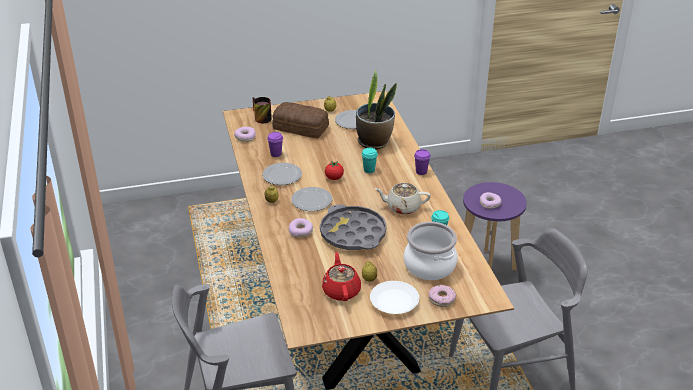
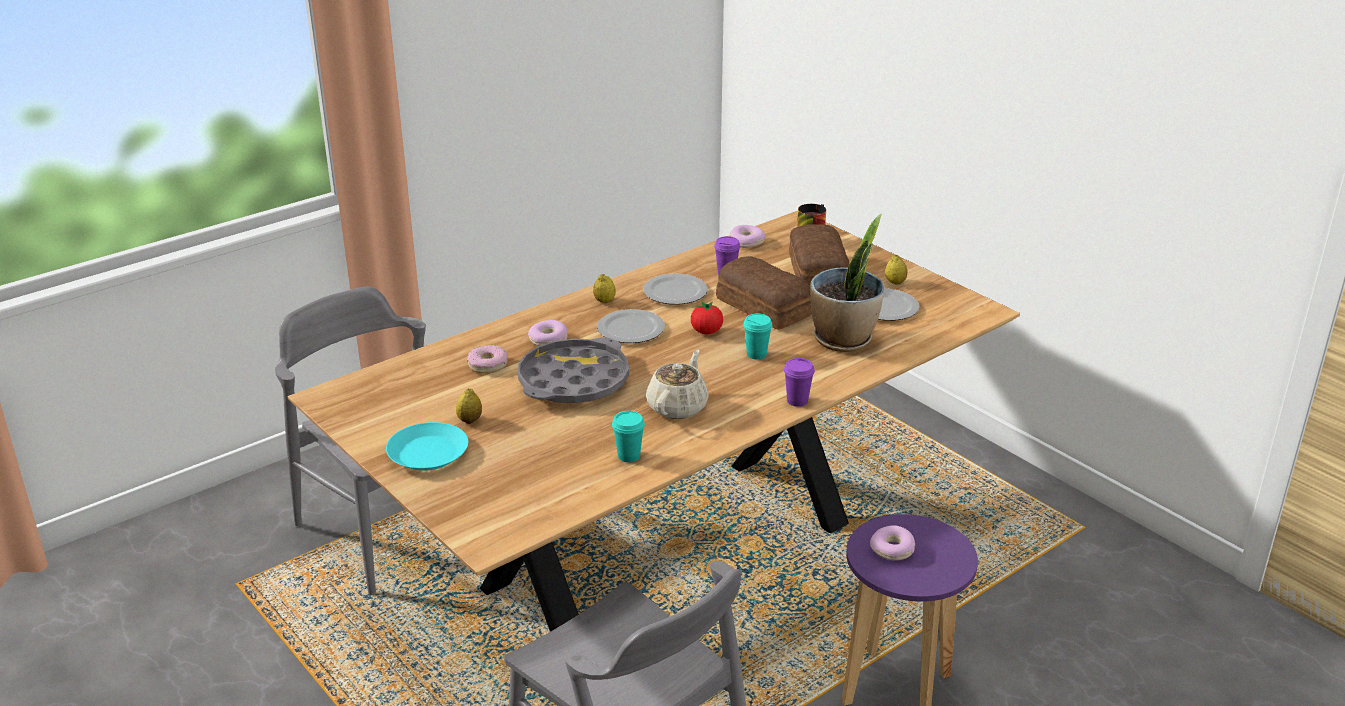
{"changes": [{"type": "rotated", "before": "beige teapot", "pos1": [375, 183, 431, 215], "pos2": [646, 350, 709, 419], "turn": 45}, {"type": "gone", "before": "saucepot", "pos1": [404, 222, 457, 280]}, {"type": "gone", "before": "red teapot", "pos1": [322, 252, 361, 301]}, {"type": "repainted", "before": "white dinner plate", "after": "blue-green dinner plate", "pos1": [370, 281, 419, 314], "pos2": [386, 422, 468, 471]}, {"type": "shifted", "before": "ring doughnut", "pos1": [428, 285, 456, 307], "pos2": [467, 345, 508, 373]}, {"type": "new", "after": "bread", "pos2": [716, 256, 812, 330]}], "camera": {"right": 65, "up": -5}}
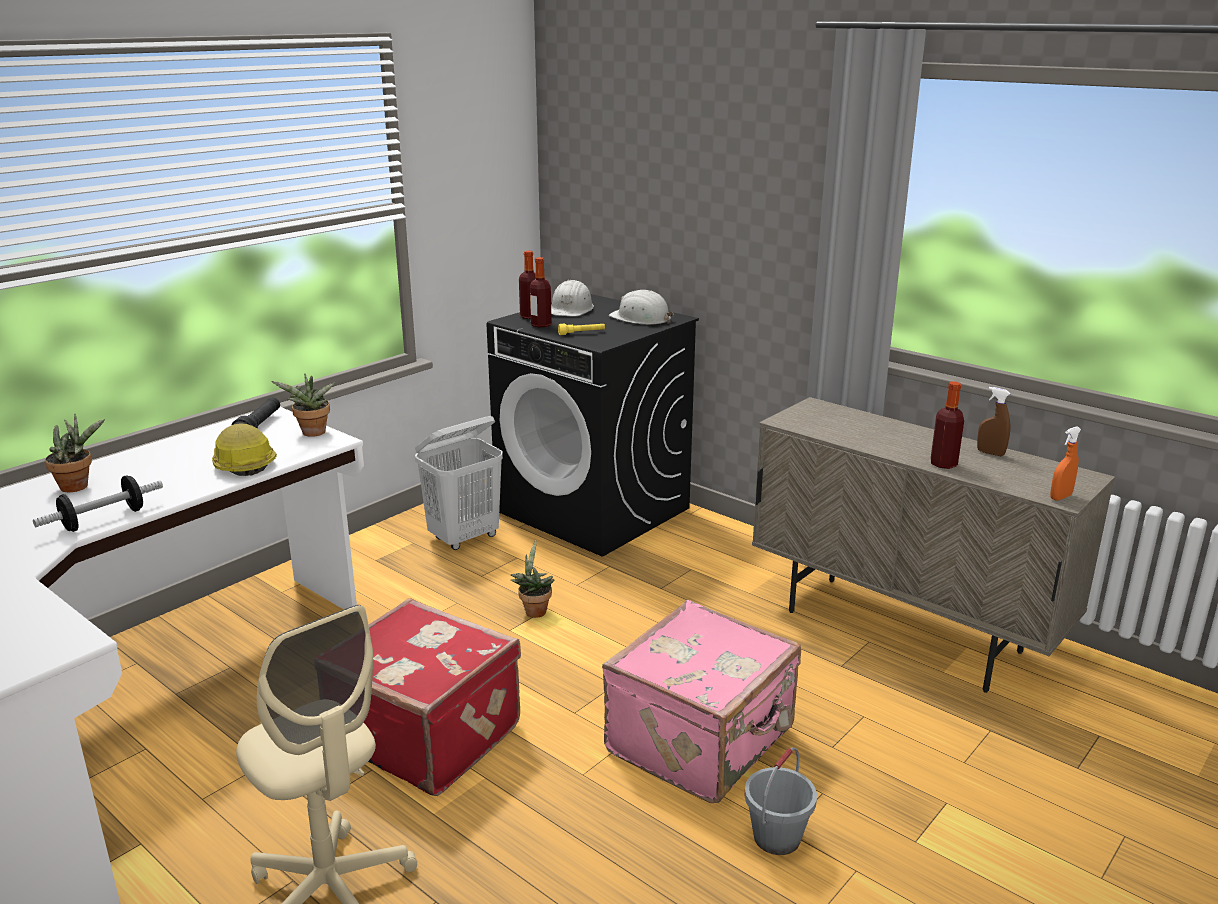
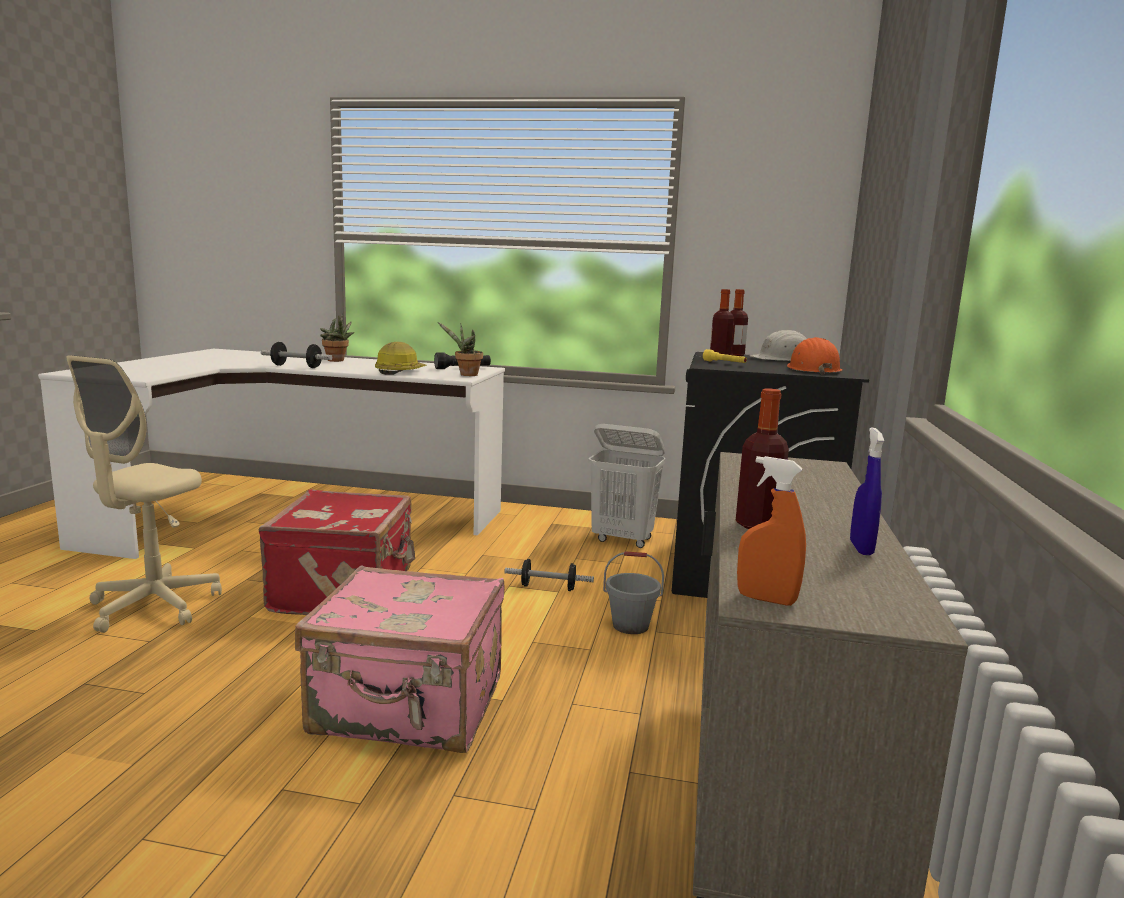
{"changes": [{"type": "repainted", "before": "white safety helmet", "after": "orange-coloured safety helmet", "pos1": [609, 290, 674, 325], "pos2": [787, 337, 842, 375]}, {"type": "repainted", "before": "brown-coloured spray bottle", "after": "blue spray bottle", "pos1": [977, 387, 1011, 456], "pos2": [850, 427, 884, 555]}, {"type": "swapped", "before": "houseplant", "after": "free weight", "pos1": [511, 540, 555, 618], "pos2": [504, 559, 594, 591]}, {"type": "shifted", "before": "greyish water bucket", "pos1": [744, 748, 817, 855], "pos2": [603, 551, 664, 634]}], "camera": {"right": 60, "up": -10}}
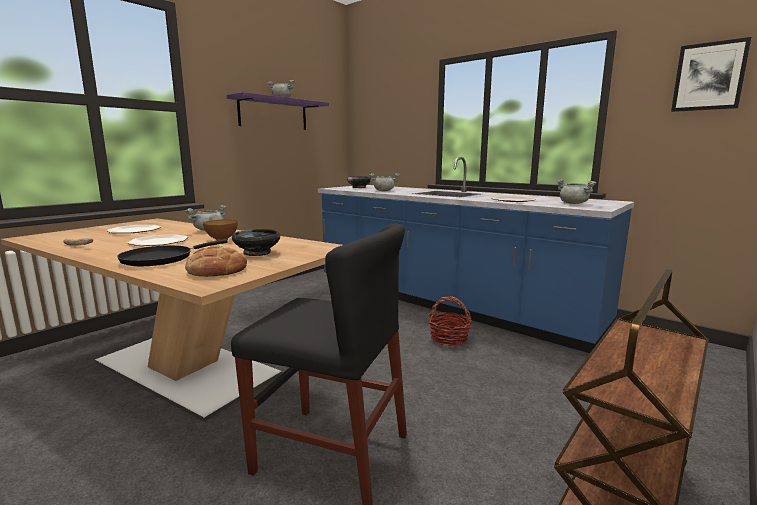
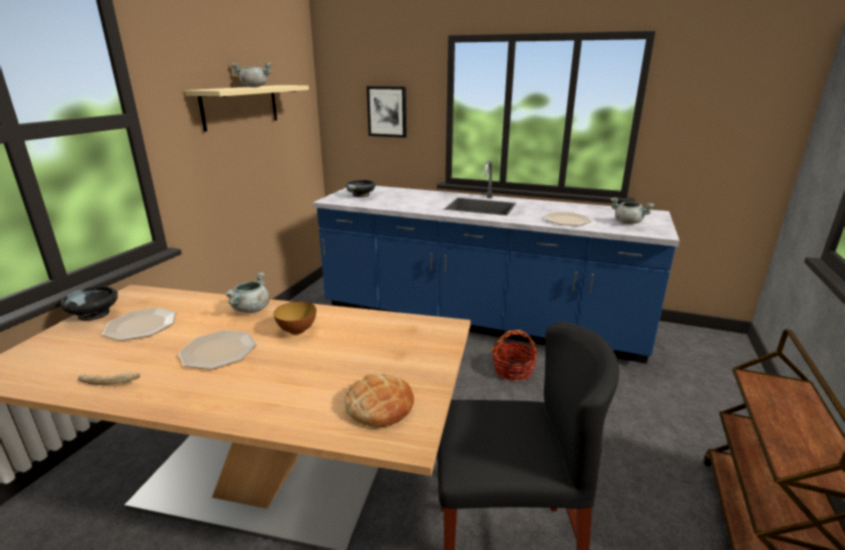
{"changes": [{"type": "shifted", "before": "picture", "pos1": [671, 37, 752, 112], "pos2": [367, 86, 406, 138]}, {"type": "repainted", "before": "purple bracket shelf", "after": "beige bracket shelf", "pos1": [227, 92, 329, 130], "pos2": [185, 85, 309, 132]}, {"type": "gone", "before": "greyish saucepot", "pos1": [369, 173, 400, 191]}, {"type": "shifted", "before": "black serving bowl", "pos1": [232, 229, 280, 256], "pos2": [60, 286, 118, 321]}, {"type": "gone", "before": "black frying pan", "pos1": [117, 240, 228, 266]}], "camera": {"right": -20, "up": 10}}
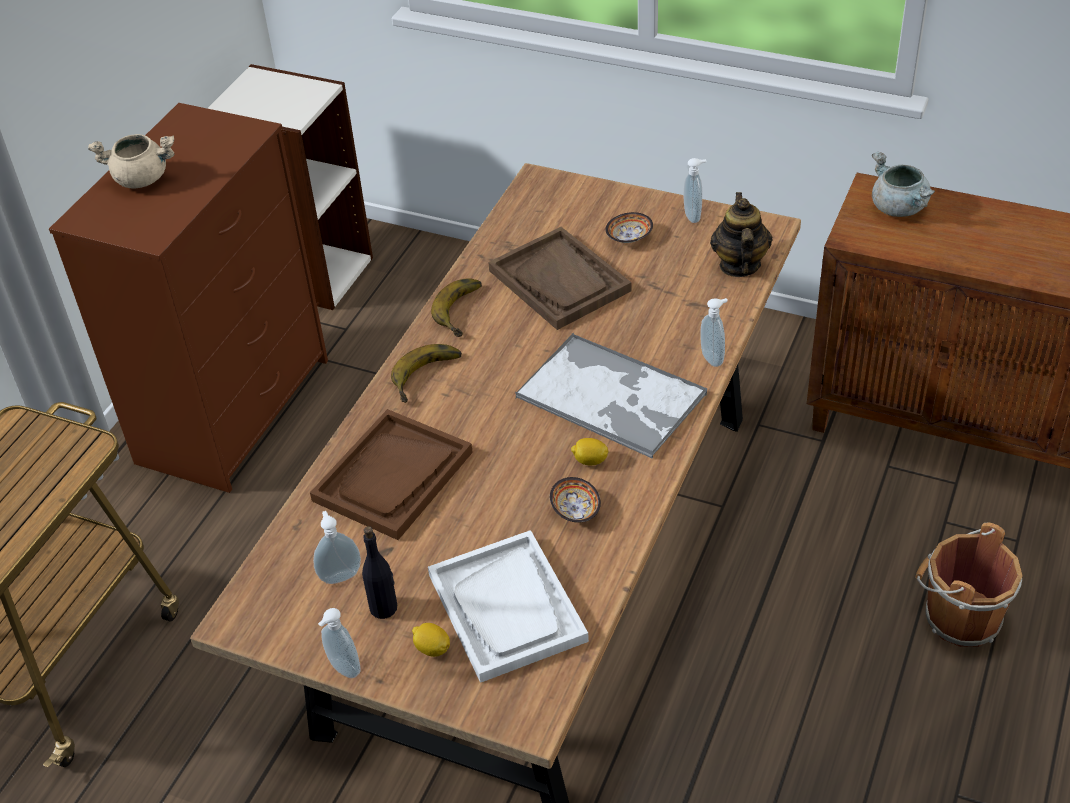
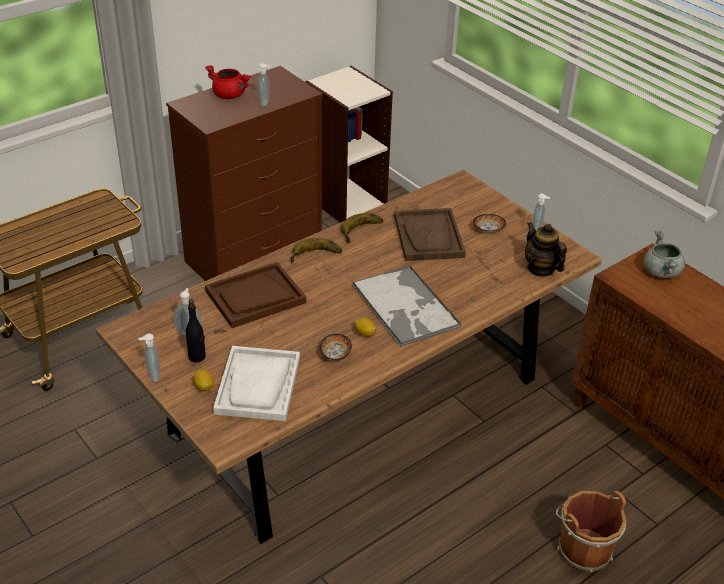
{"changes": [{"type": "repainted", "before": "beige saucepot", "after": "red saucepot", "pos1": [88, 134, 174, 189], "pos2": [205, 65, 251, 99]}, {"type": "rotated", "before": "teapot", "pos1": [710, 192, 773, 277], "pos2": [525, 222, 567, 277], "turn": -60}, {"type": "shifted", "before": "soap dispenser", "pos1": [700, 298, 728, 367], "pos2": [258, 63, 270, 107]}], "camera": {"right": 25, "up": -5}}
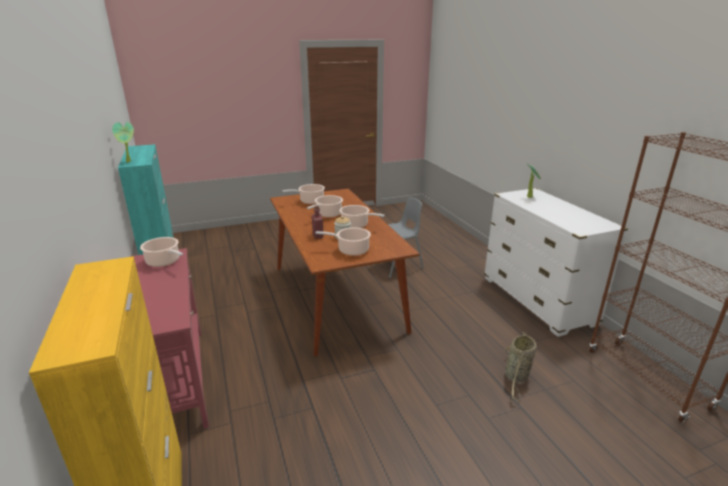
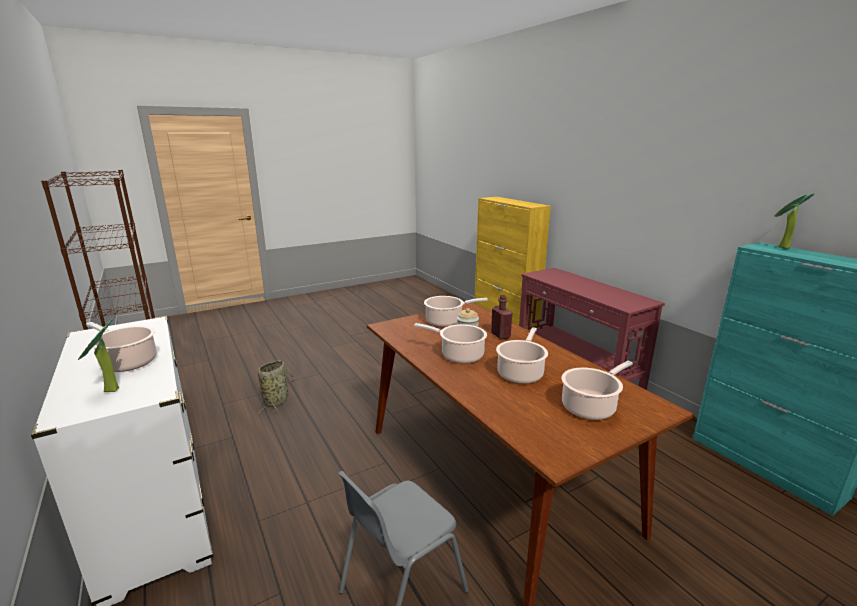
{"changes": [{"type": "shifted", "before": "saucepot", "pos1": [140, 237, 183, 267], "pos2": [86, 322, 157, 372]}], "camera": {"right": 170, "up": -5}}
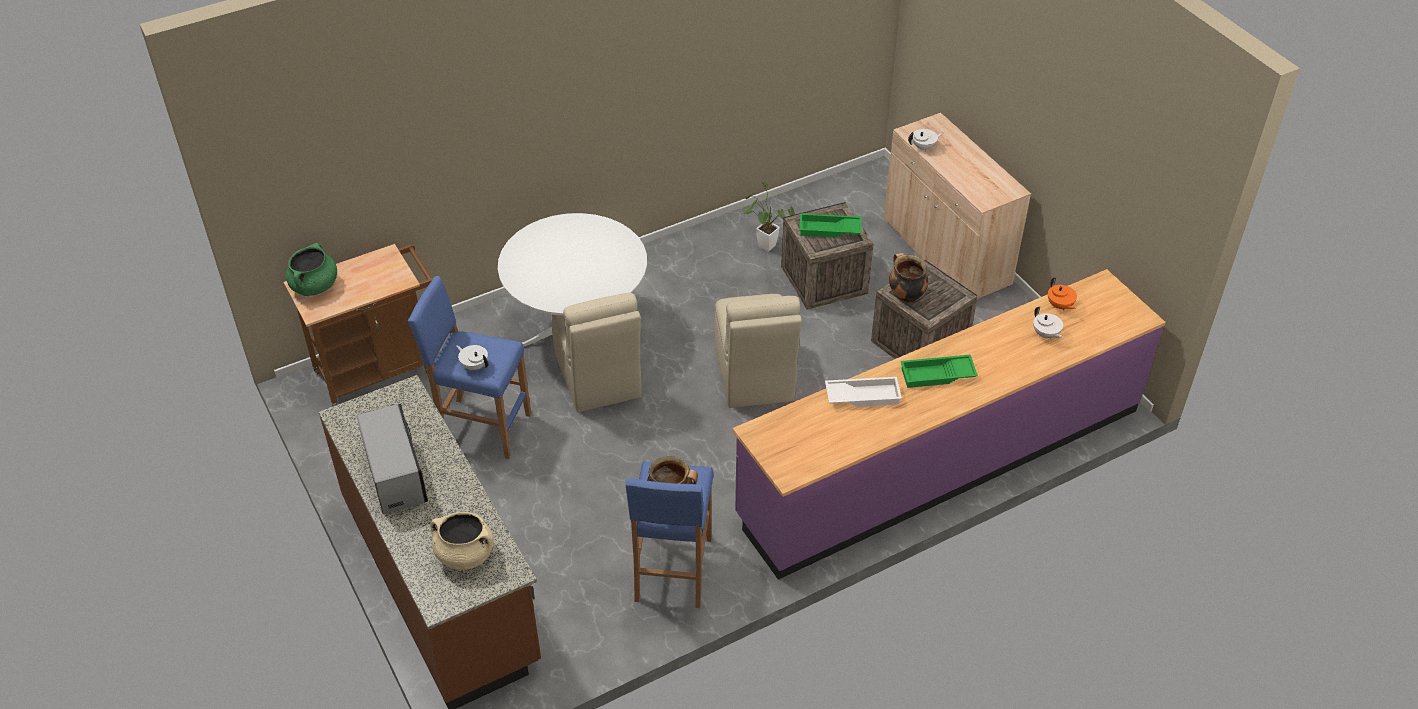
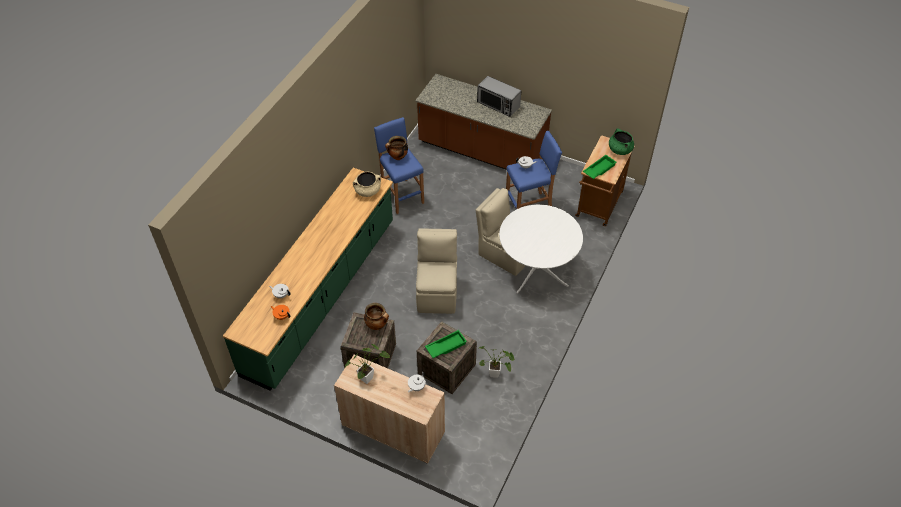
{"changes": [{"type": "repainted", "before": "purple counter", "after": "greenish counter", "pos1": [733, 269, 1166, 580], "pos2": [223, 168, 393, 391]}, {"type": "rotated", "before": "beige upright chair", "pos1": [714, 294, 802, 408], "pos2": [416, 228, 457, 314], "turn": 45}, {"type": "shifted", "before": "greenish serving tray", "pos1": [901, 355, 978, 388], "pos2": [583, 155, 616, 179]}, {"type": "gone", "before": "white serving tray", "pos1": [825, 377, 902, 407]}, {"type": "shifted", "before": "beige saucepot", "pos1": [431, 512, 494, 570], "pos2": [353, 171, 381, 197]}, {"type": "new", "after": "houseplant", "pos2": [345, 344, 390, 384]}], "camera": {"right": 145, "up": 5}}
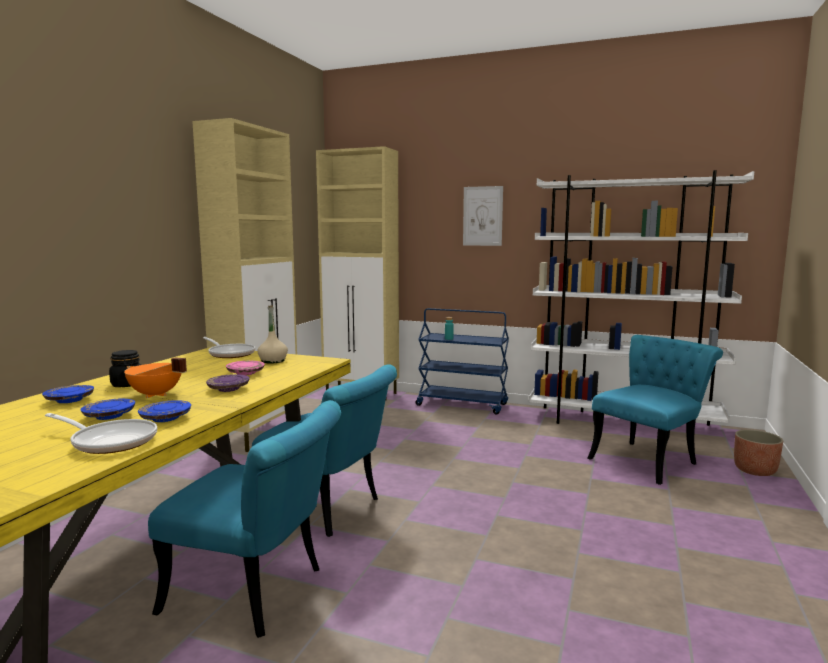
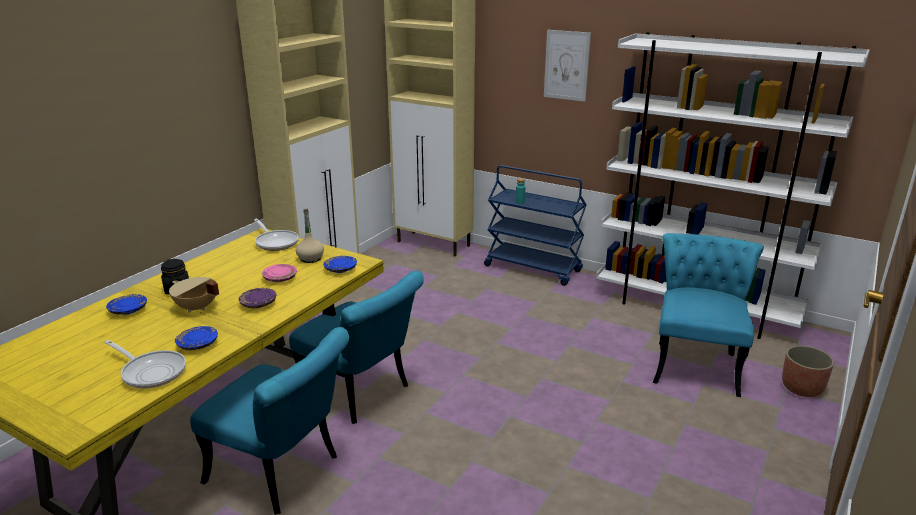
{"changes": [{"type": "rotated", "before": "blue-green upright chair", "pos1": [588, 335, 723, 485], "pos2": [653, 233, 764, 397], "turn": -45}, {"type": "repainted", "before": "orange-coloured saucepot", "after": "beige saucepot", "pos1": [124, 357, 187, 398], "pos2": [169, 277, 219, 313]}, {"type": "shifted", "before": "blue dinner plate", "pos1": [80, 399, 135, 420], "pos2": [323, 256, 357, 273]}], "camera": {"right": 10, "up": 15}}
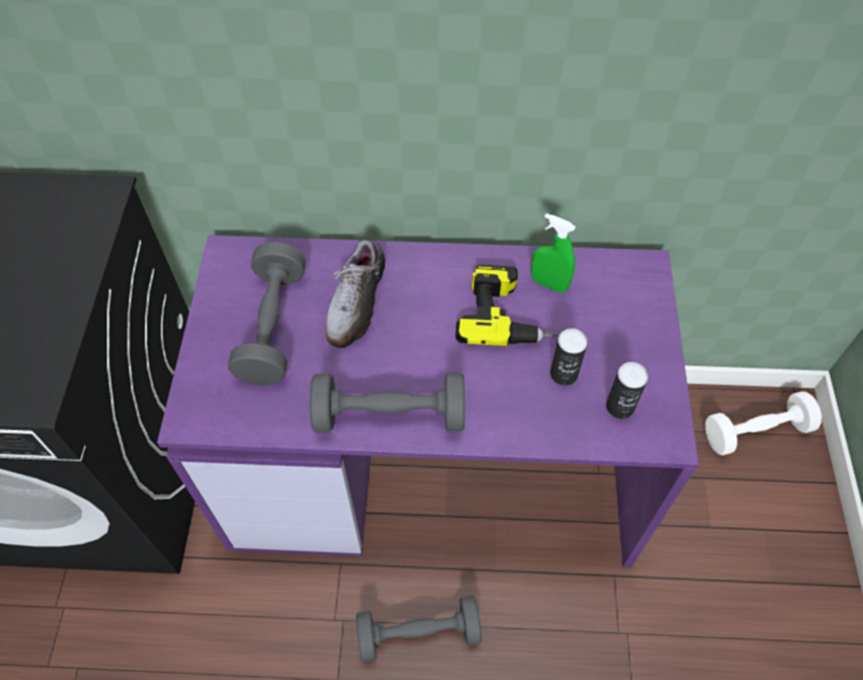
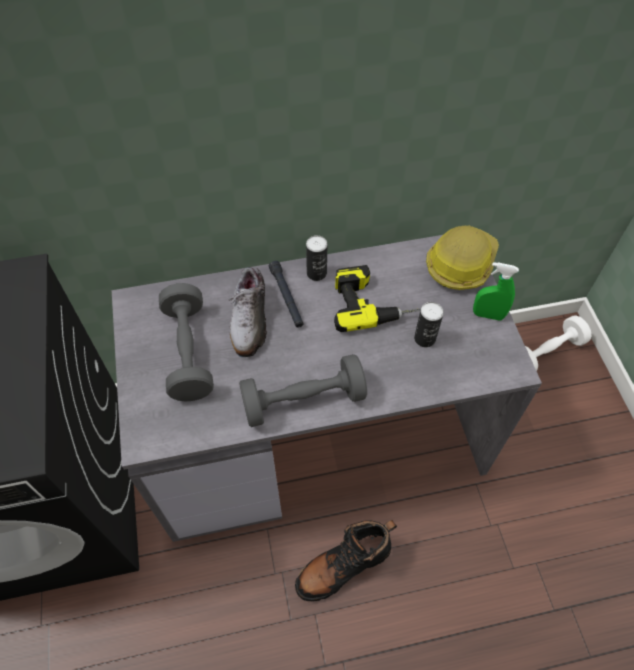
{"changes": [{"type": "shifted", "before": "greenish spray bottle", "pos1": [531, 213, 576, 293], "pos2": [473, 262, 519, 321]}, {"type": "repainted", "before": "purple desk table", "after": "greyish desk table", "pos1": [157, 235, 699, 567], "pos2": [112, 235, 542, 542]}, {"type": "shifted", "before": "can", "pos1": [606, 362, 648, 419], "pos2": [306, 235, 328, 281]}, {"type": "swapped", "before": "greyish free weight", "after": "black tall boot", "pos1": [356, 595, 482, 662], "pos2": [295, 520, 397, 601]}, {"type": "new", "after": "safety helmet", "pos2": [426, 226, 499, 290]}, {"type": "new", "after": "black flashlight", "pos2": [269, 261, 304, 328]}], "camera": {"right": -15, "up": 0}}
